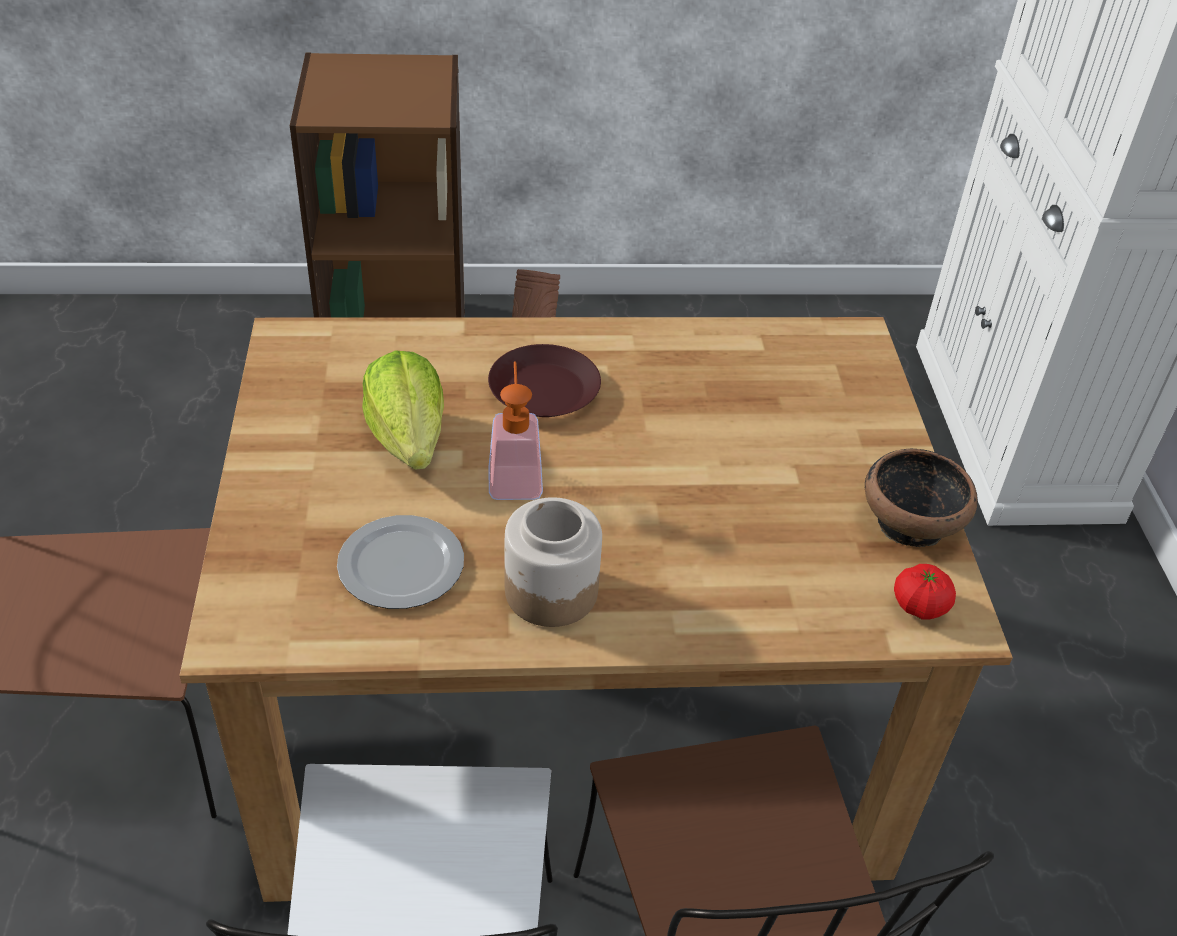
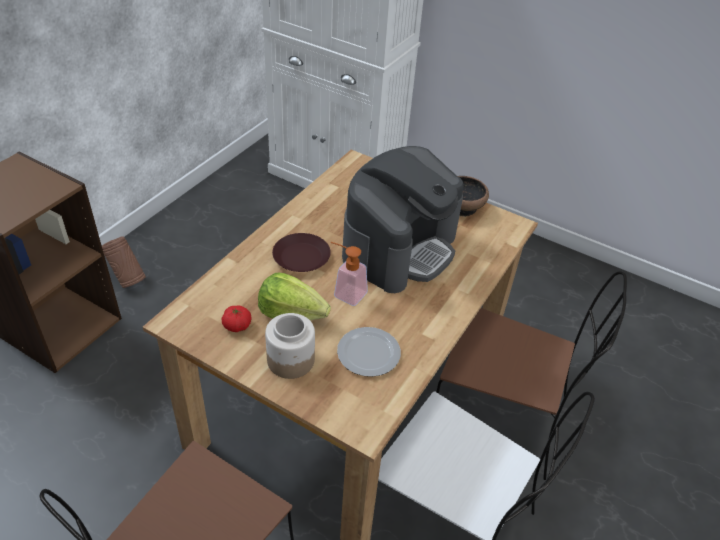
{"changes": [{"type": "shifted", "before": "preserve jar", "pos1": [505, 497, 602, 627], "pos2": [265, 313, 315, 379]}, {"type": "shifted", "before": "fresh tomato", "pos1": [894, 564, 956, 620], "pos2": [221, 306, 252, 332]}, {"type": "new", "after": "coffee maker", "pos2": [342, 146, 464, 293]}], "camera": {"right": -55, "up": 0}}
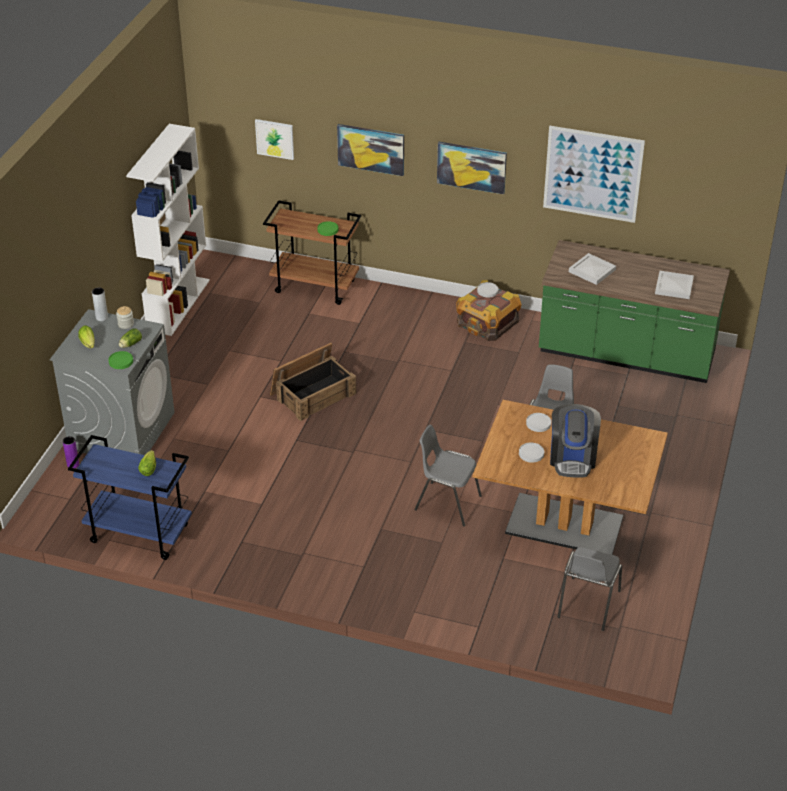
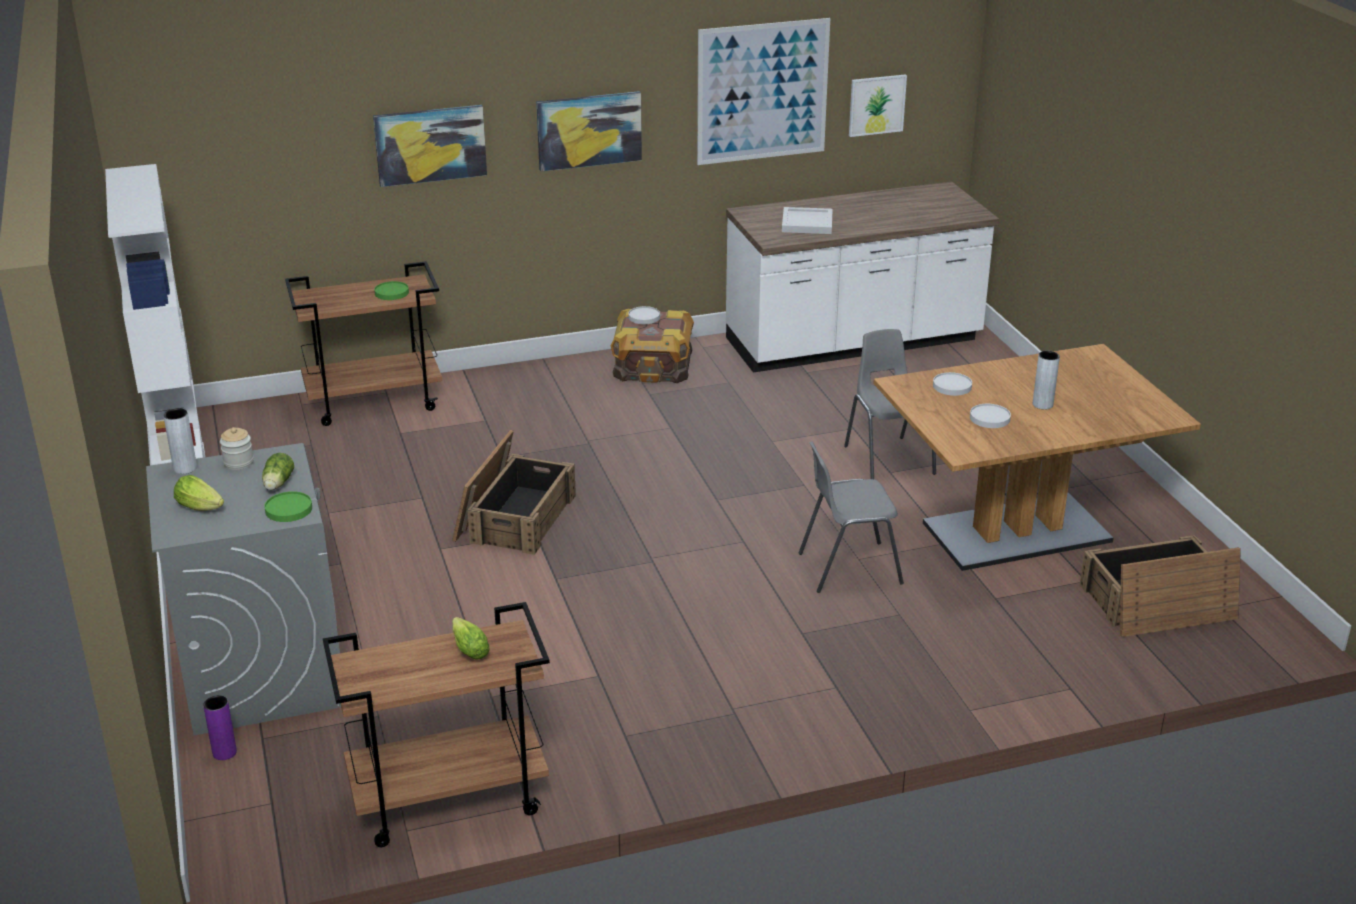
{"changes": [{"type": "shifted", "before": "picture", "pos1": [255, 119, 294, 160], "pos2": [849, 74, 907, 137]}, {"type": "repainted", "before": "greenish counter", "after": "white counter", "pos1": [539, 240, 730, 383], "pos2": [726, 182, 999, 373]}, {"type": "gone", "before": "white serving tray", "pos1": [655, 271, 694, 299]}, {"type": "swapped", "before": "coffee maker", "after": "greyish decorative vase", "pos1": [550, 404, 601, 478], "pos2": [1033, 351, 1060, 409]}, {"type": "repainted", "before": "blue trolley", "after": "brown-coloured trolley", "pos1": [68, 435, 192, 560], "pos2": [323, 602, 550, 847]}, {"type": "swapped", "before": "greyish upright chair", "after": "shipping crate", "pos1": [558, 547, 622, 631], "pos2": [1079, 535, 1241, 637]}], "camera": {"right": -35, "up": -10}}
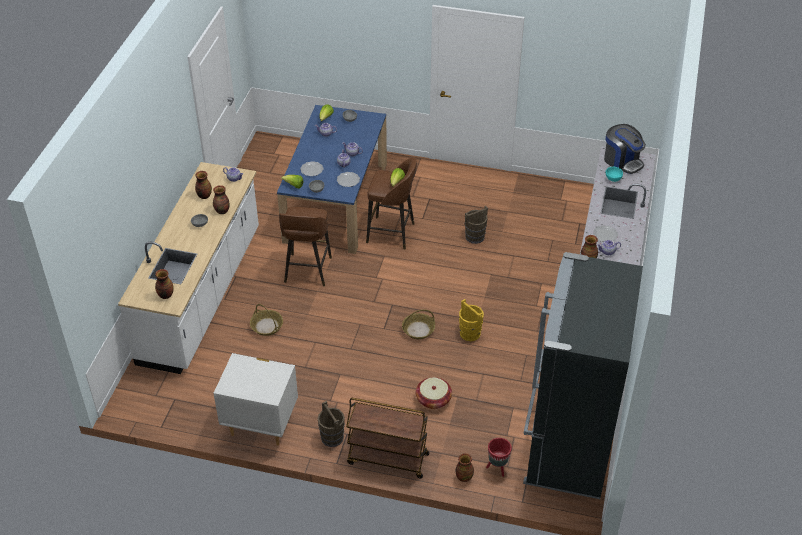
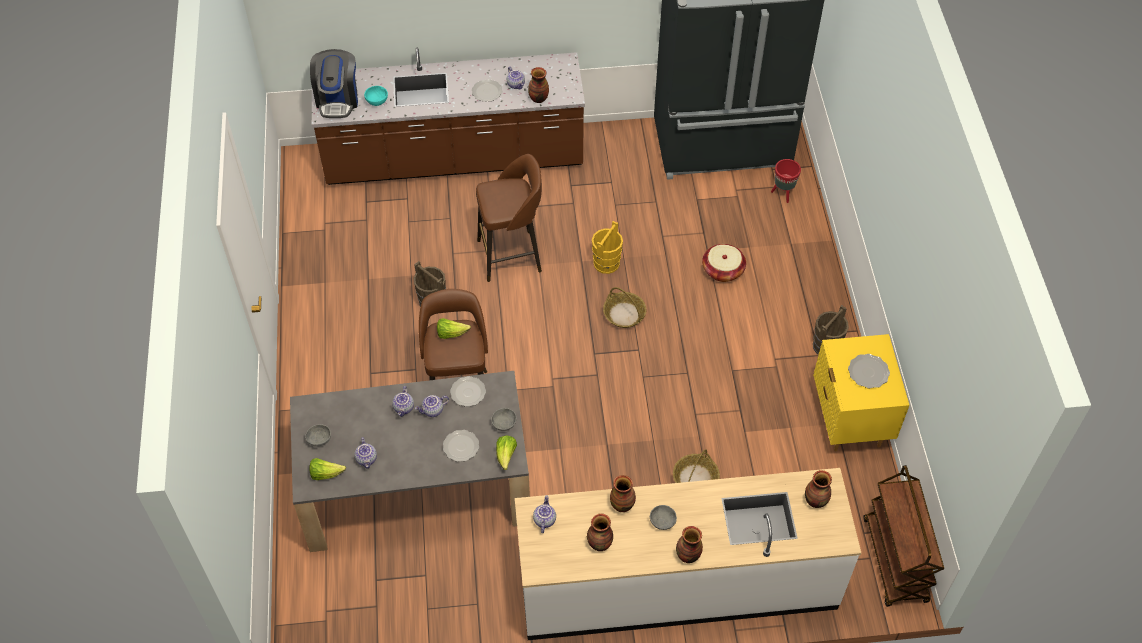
{"changes": [{"type": "repainted", "before": "blue dining table", "after": "greyish dining table", "pos1": [277, 105, 387, 254], "pos2": [290, 371, 530, 552]}, {"type": "rotated", "before": "coffee maker", "pos1": [604, 124, 646, 174], "pos2": [310, 49, 358, 118], "turn": 150}, {"type": "shifted", "before": "brown-coloured sitting stool", "pos1": [279, 207, 332, 286], "pos2": [476, 154, 542, 282]}, {"type": "repainted", "before": "white night table", "after": "yellow-coloured night table", "pos1": [214, 353, 298, 445], "pos2": [813, 334, 910, 451]}, {"type": "shifted", "before": "brown-coloured trolley", "pos1": [346, 398, 429, 478], "pos2": [864, 465, 944, 607]}, {"type": "shifted", "before": "decorative vase", "pos1": [455, 453, 474, 482], "pos2": [676, 526, 703, 563]}, {"type": "new", "after": "dinner plate", "pos2": [848, 354, 890, 388]}], "camera": {"right": -110, "up": 10}}
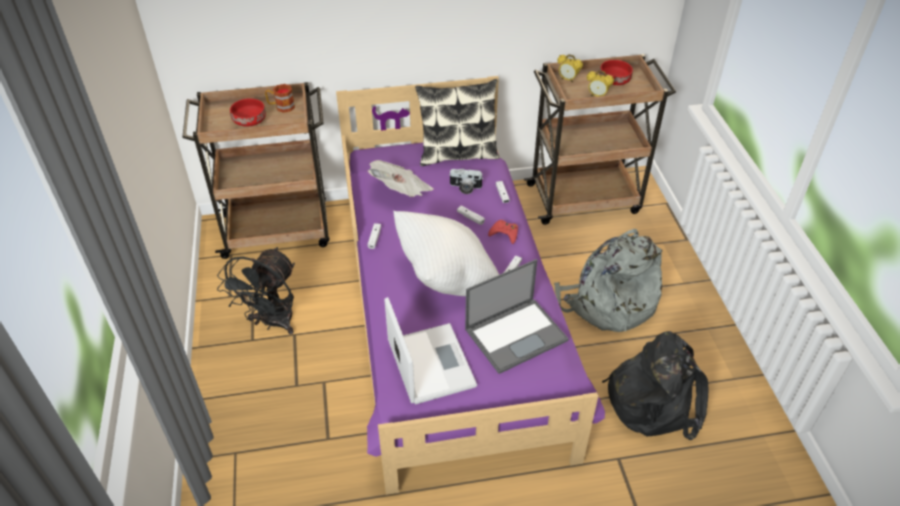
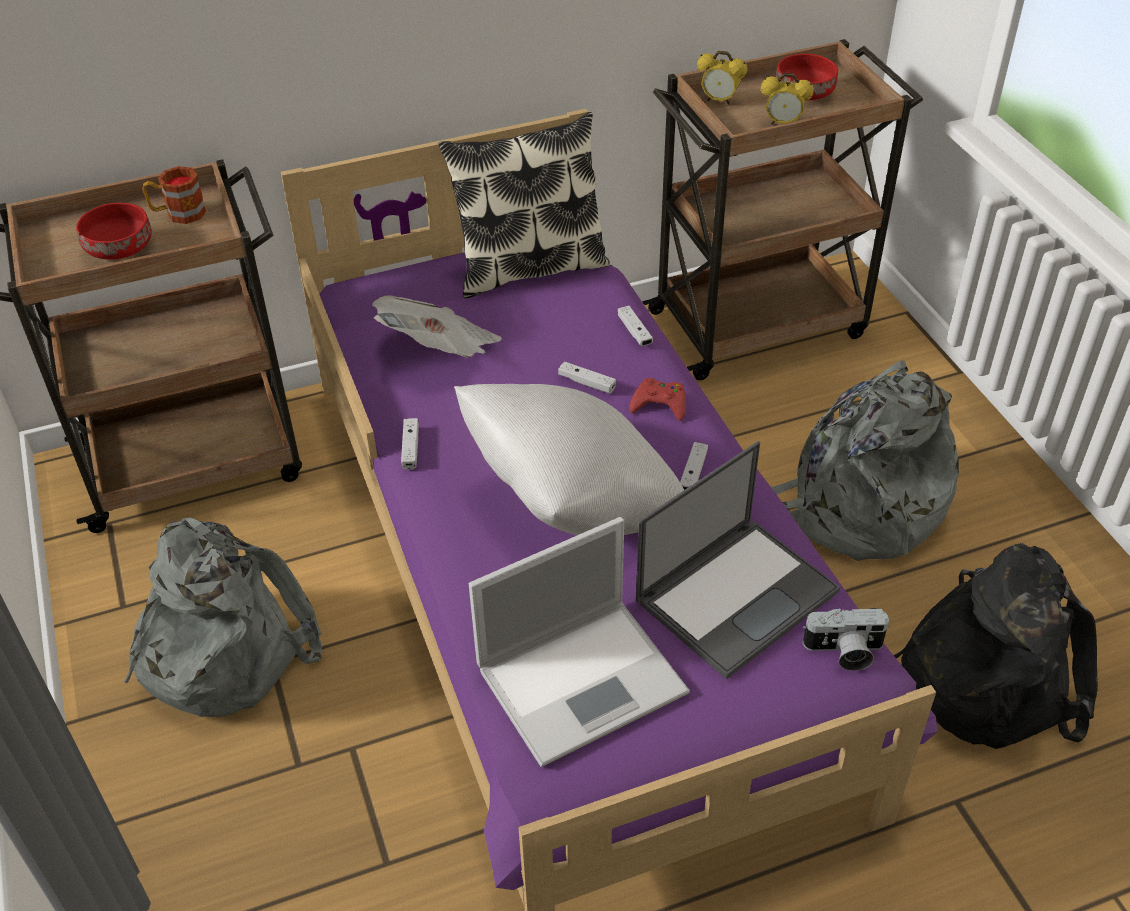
{"changes": [{"type": "shifted", "before": "still camera", "pos1": [449, 169, 482, 194], "pos2": [802, 608, 890, 671]}, {"type": "swapped", "before": "black fan", "after": "greyish knapsack", "pos1": [217, 247, 295, 335], "pos2": [124, 518, 322, 717]}, {"type": "rotated", "before": "notebook computer", "pos1": [384, 297, 477, 404], "pos2": [469, 517, 690, 767], "turn": 90}], "camera": {"right": -10, "up": 0}}
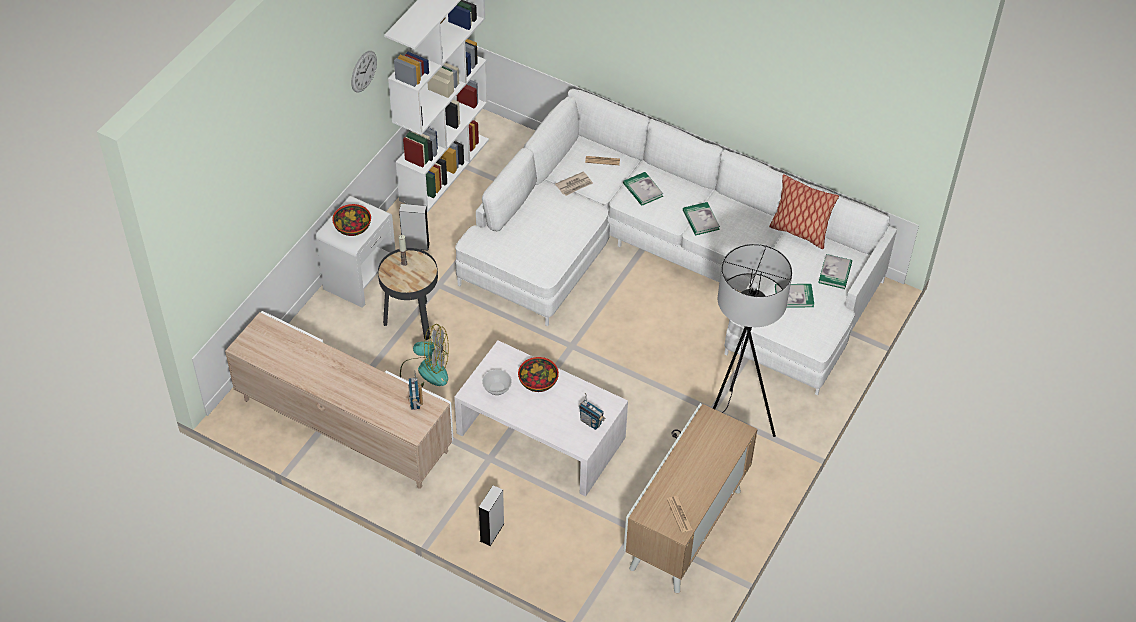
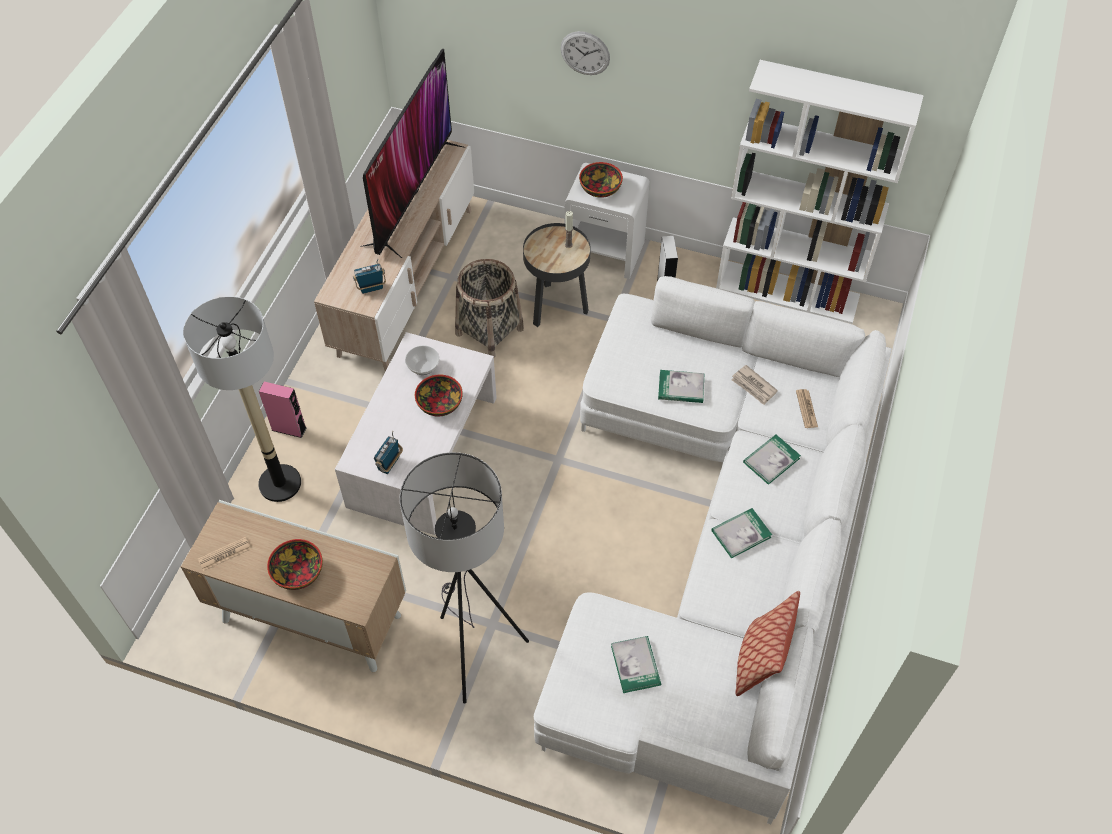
{"changes": [{"type": "shifted", "before": "hanging clock", "pos1": [351, 51, 377, 93], "pos2": [560, 31, 610, 75]}, {"type": "shifted", "before": "volume", "pos1": [818, 254, 852, 289], "pos2": [658, 370, 704, 403]}, {"type": "swapped", "before": "fan", "after": "household basket", "pos1": [400, 324, 449, 387], "pos2": [455, 259, 524, 358]}, {"type": "repainted", "before": "greyish audio speaker", "after": "pink audio speaker", "pos1": [479, 485, 505, 546], "pos2": [259, 382, 307, 438]}, {"type": "new", "after": "television", "pos2": [360, 49, 466, 258]}, {"type": "new", "after": "standard lamp", "pos2": [183, 296, 301, 502]}, {"type": "new", "after": "serving bowl", "pos2": [267, 539, 323, 590]}], "camera": {"right": 80, "up": 5}}
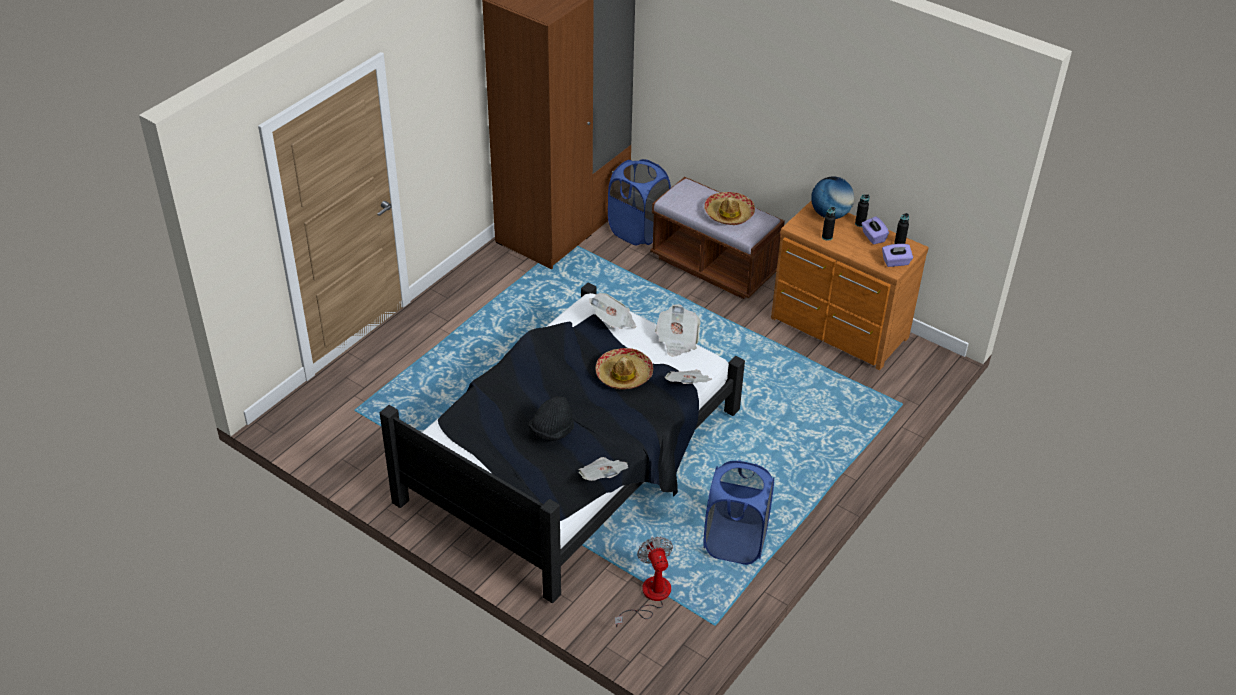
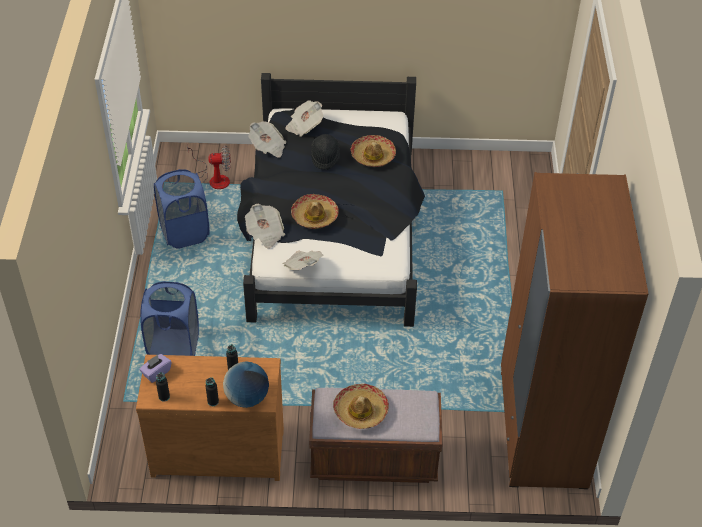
{"changes": [{"type": "shifted", "before": "blue washing basket", "pos1": [608, 159, 671, 245], "pos2": [140, 281, 199, 356]}, {"type": "gone", "before": "purple box of tissues", "pos1": [861, 216, 889, 245]}, {"type": "shifted", "before": "newspaper", "pos1": [589, 293, 636, 329], "pos2": [285, 100, 323, 137]}, {"type": "rotated", "before": "fan", "pos1": [615, 537, 673, 627], "pos2": [187, 143, 231, 189], "turn": -45}, {"type": "new", "after": "clothing hat", "pos2": [351, 135, 396, 167]}], "camera": {"right": 145, "up": 5}}
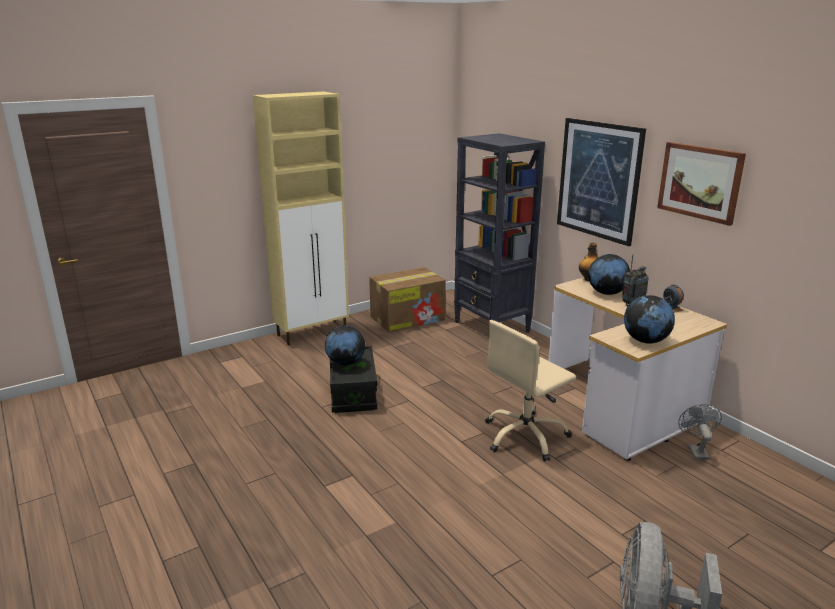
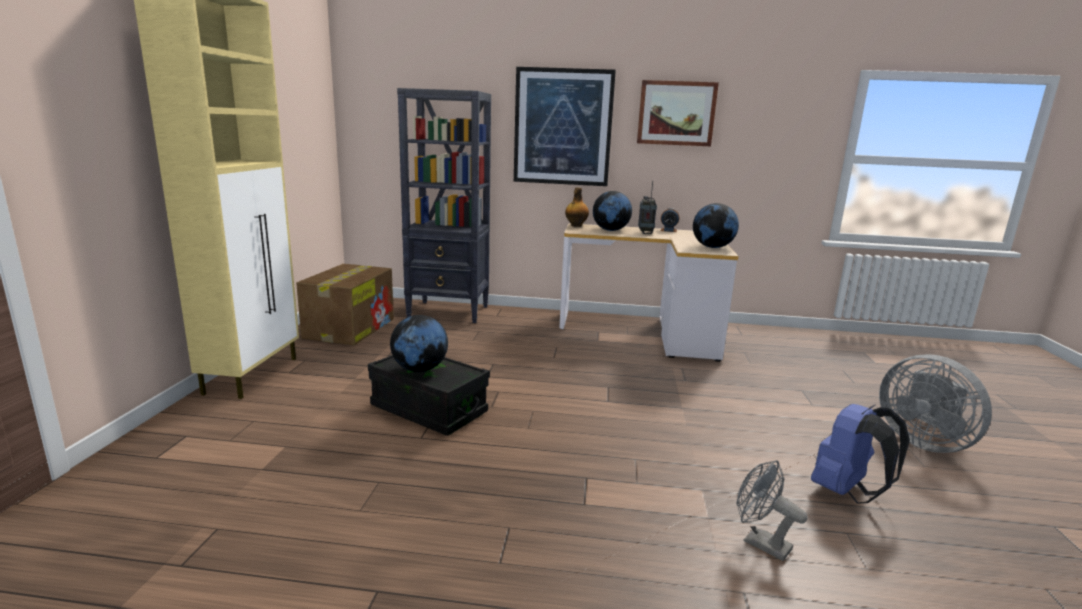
{"changes": [{"type": "gone", "before": "beige desk chair", "pos1": [485, 320, 576, 462]}, {"type": "shifted", "before": "greyish fan", "pos1": [678, 404, 722, 460], "pos2": [736, 460, 807, 561]}, {"type": "new", "after": "blue knapsack", "pos2": [811, 404, 910, 504]}], "camera": {"right": -50, "up": -5}}
